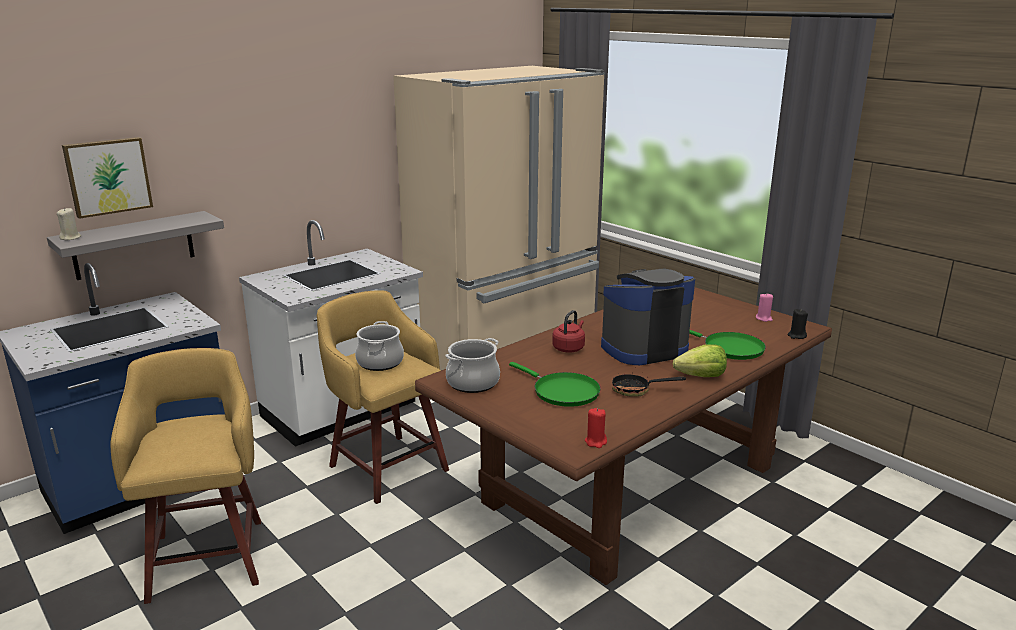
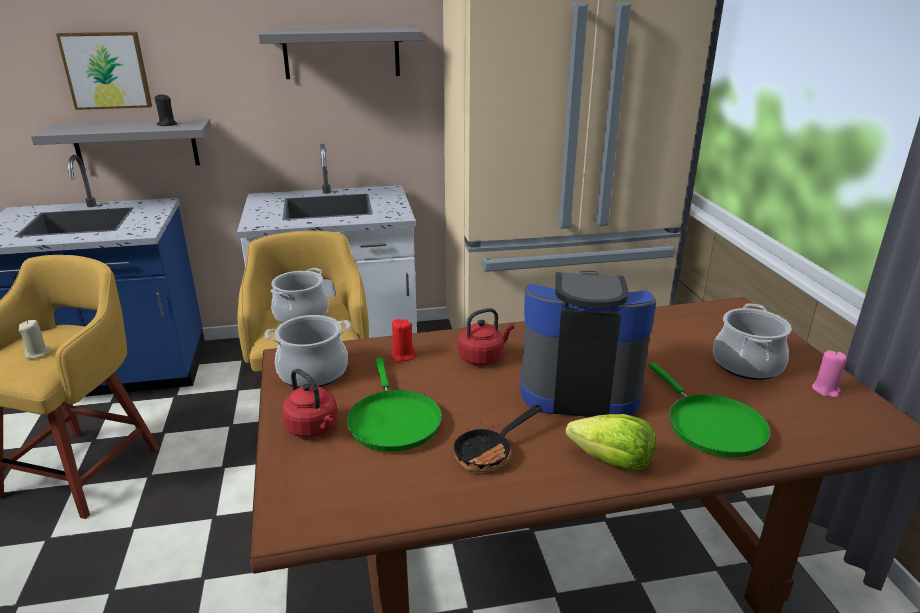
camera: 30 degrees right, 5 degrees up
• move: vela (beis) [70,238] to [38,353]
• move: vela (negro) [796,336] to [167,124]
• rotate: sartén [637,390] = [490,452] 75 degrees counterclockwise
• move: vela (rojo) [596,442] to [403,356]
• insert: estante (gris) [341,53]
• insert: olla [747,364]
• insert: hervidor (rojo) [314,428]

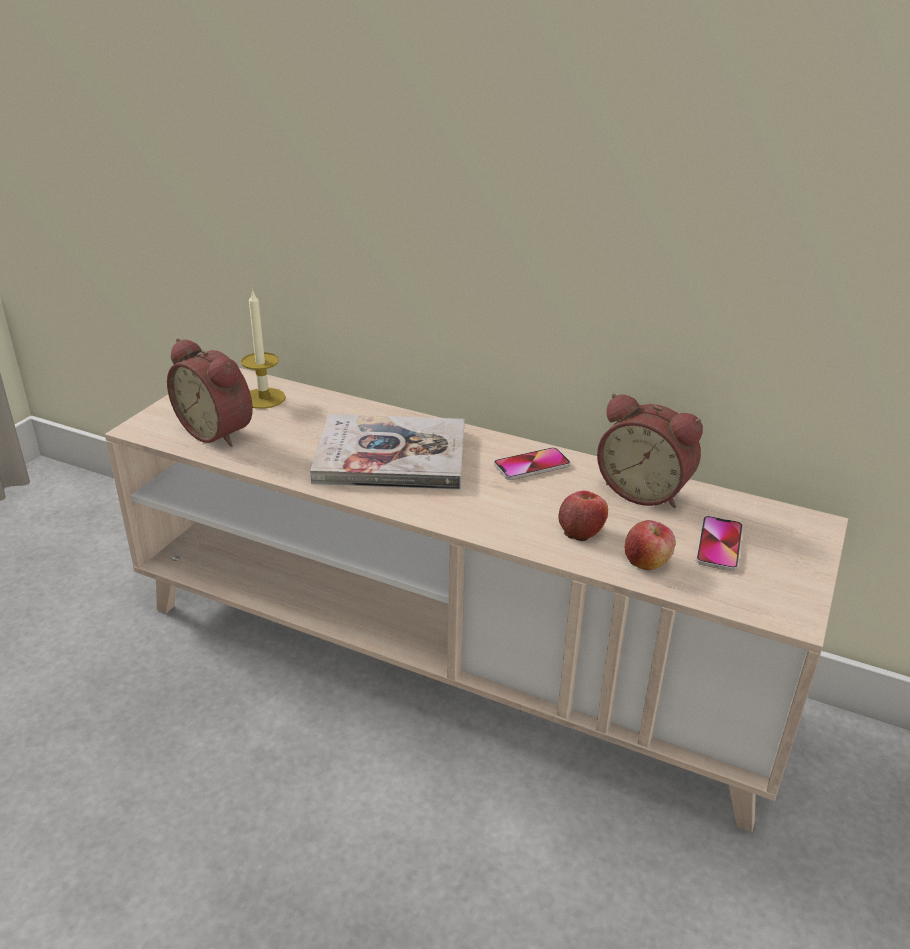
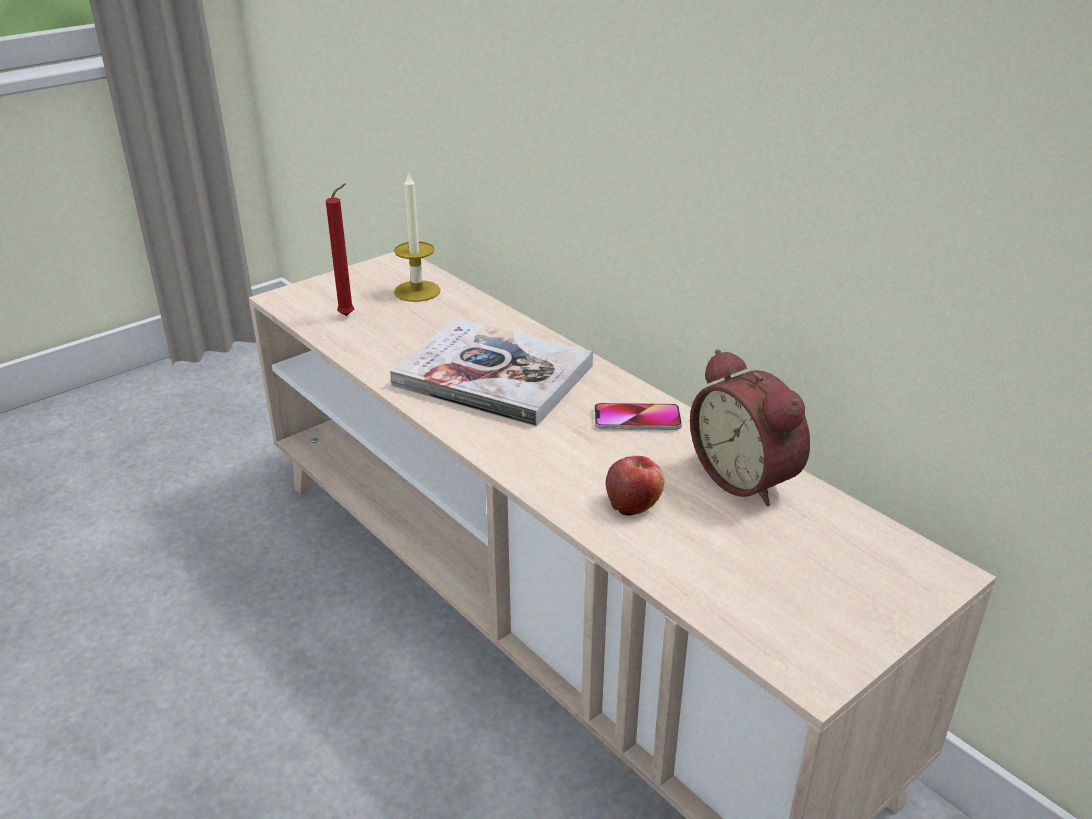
camera: 25 degrees right, 0 degrees up
• replace: despertador [219,431] to vela (rojo) [349,315]
• delete: móvil [719,545]
• delete: manzana [647,561]

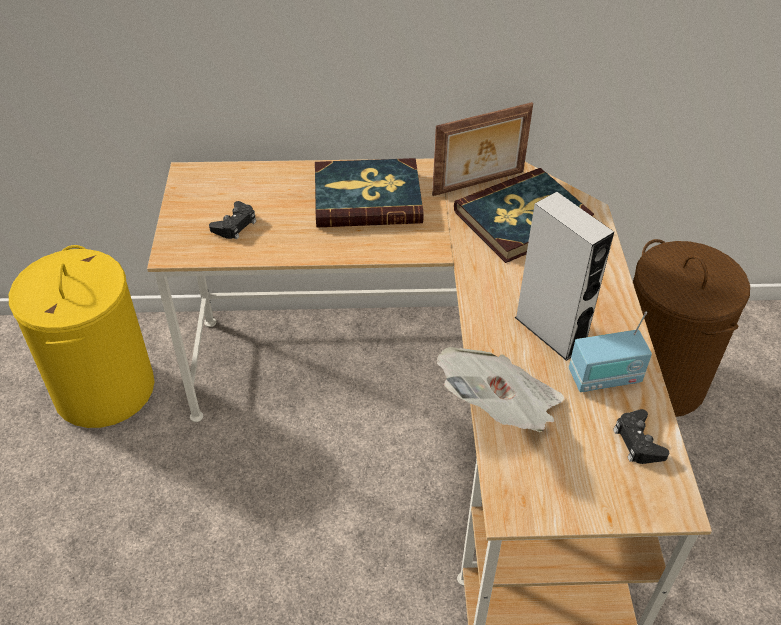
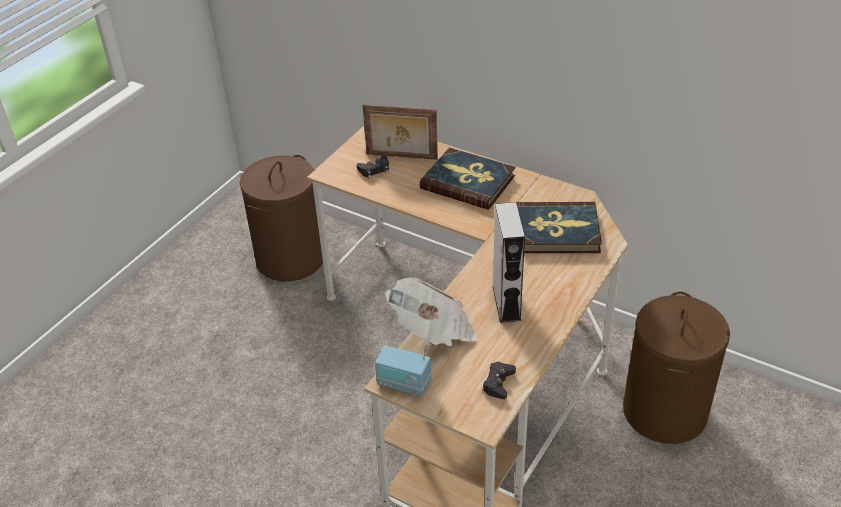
camera: 35 degrees right, 5 degrees down
• move: portarretratos [479,184] to [401,157]
• recolor: cesto de la ropa (amarillo) [104,388] to cesto de la ropa (marrón) [290,258]
• move: radio [604,378] to [404,384]

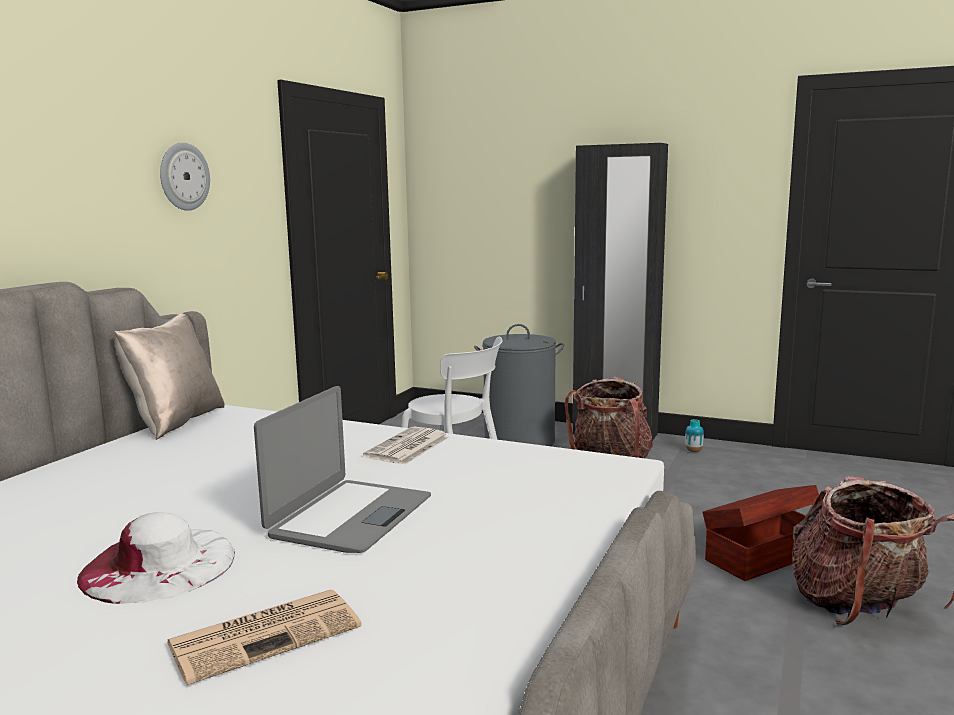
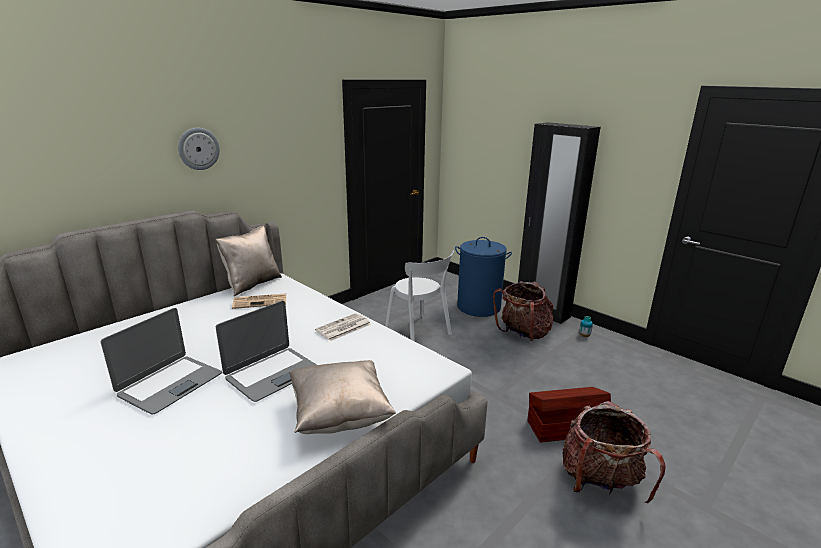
camera: 20 degrees right, 10 degrees up
• move: reloj de pared [184,176] to [198,148]
• recolor: cesto de la ropa (gris) [519,441] to cesto de la ropa (azul) [479,307]
• replace: sombrero (blanco) [158,565] to portátil [170,384]
• move: periódico [267,634] to [261,301]
• insert: cojín (beis) [340,415]

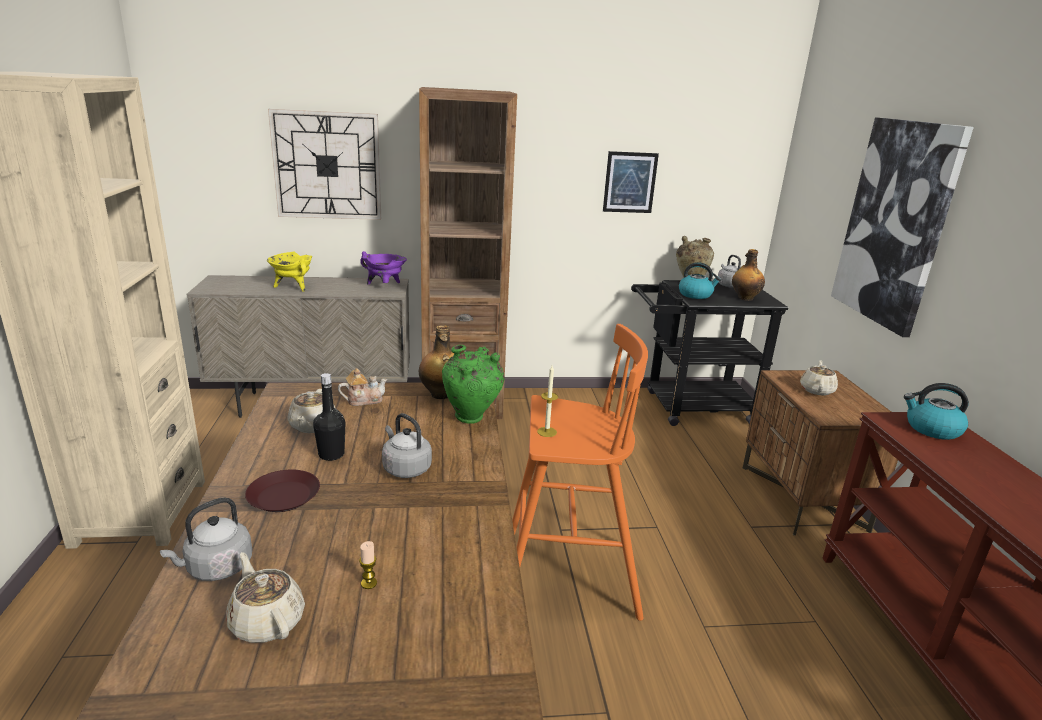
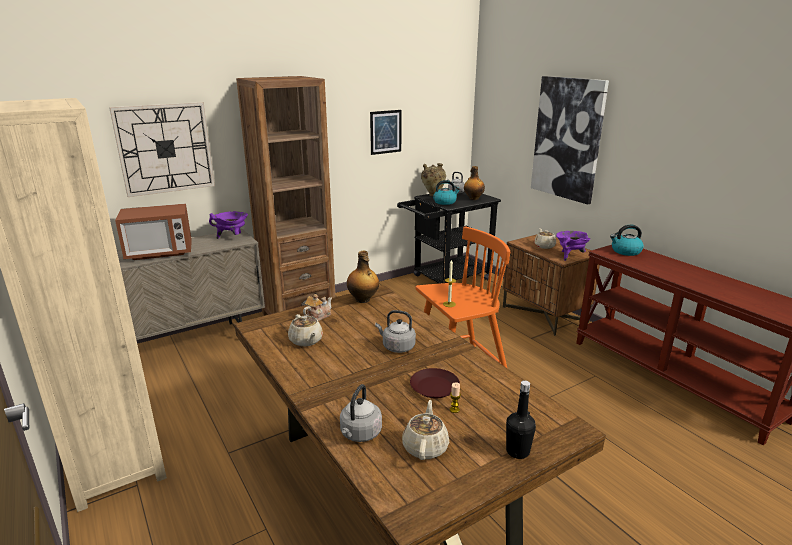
camera: 25 degrees left, 0 degrees up
• replace: olla (amarillo) [293,287] to microondas [159,253]
• delete: florero (verde) [472,419]
• move: botella (negro) [331,454] to [517,451]
• move: plato (marrón) [283,496] to [434,387]
• rotate: tetera (beis) [267,621] = [425,446] 75 degrees clockwise
• insert: olla (morado) [570,256]

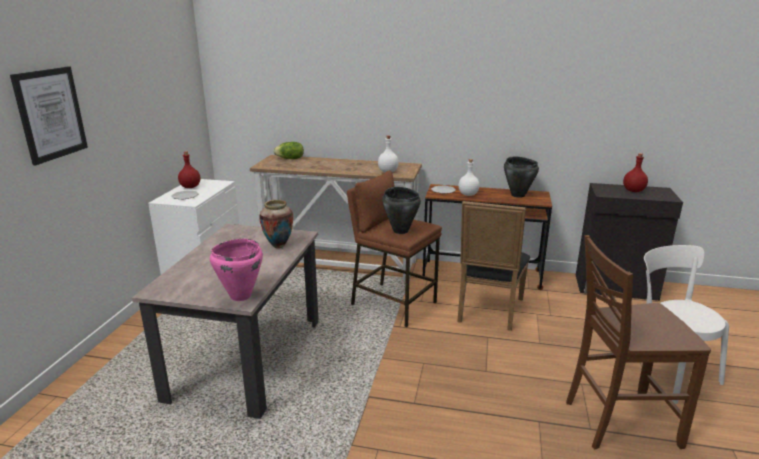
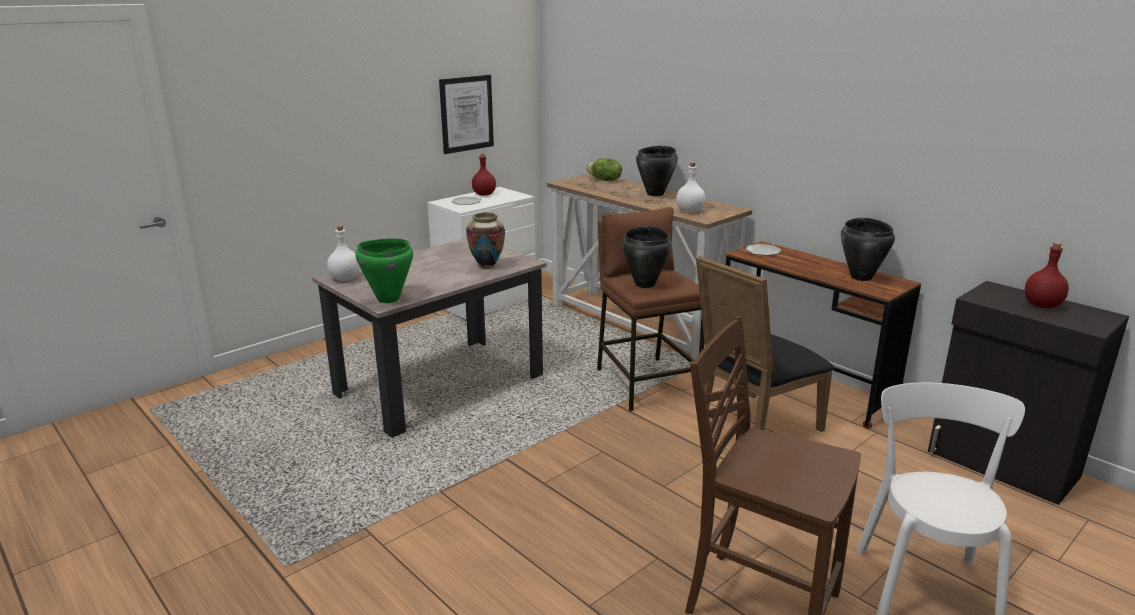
camera: 35 degrees right, 0 degrees up
• move: cuadro [50,114] to [466,113]
• move: botella (blanco) [468,194] to [346,279]
• recolor: olla (rosa) [240,296] to olla (verde) [388,299]
• insert: olla (negro) [655,194]

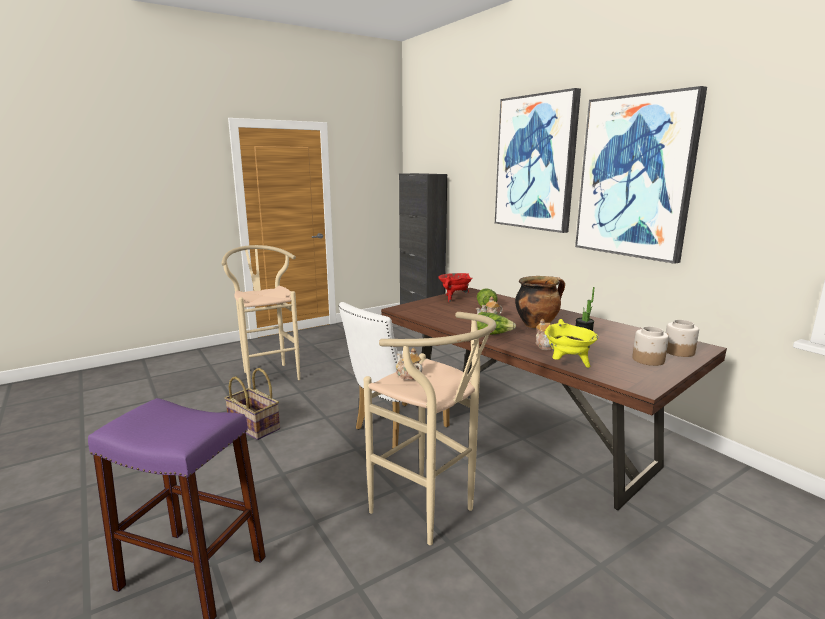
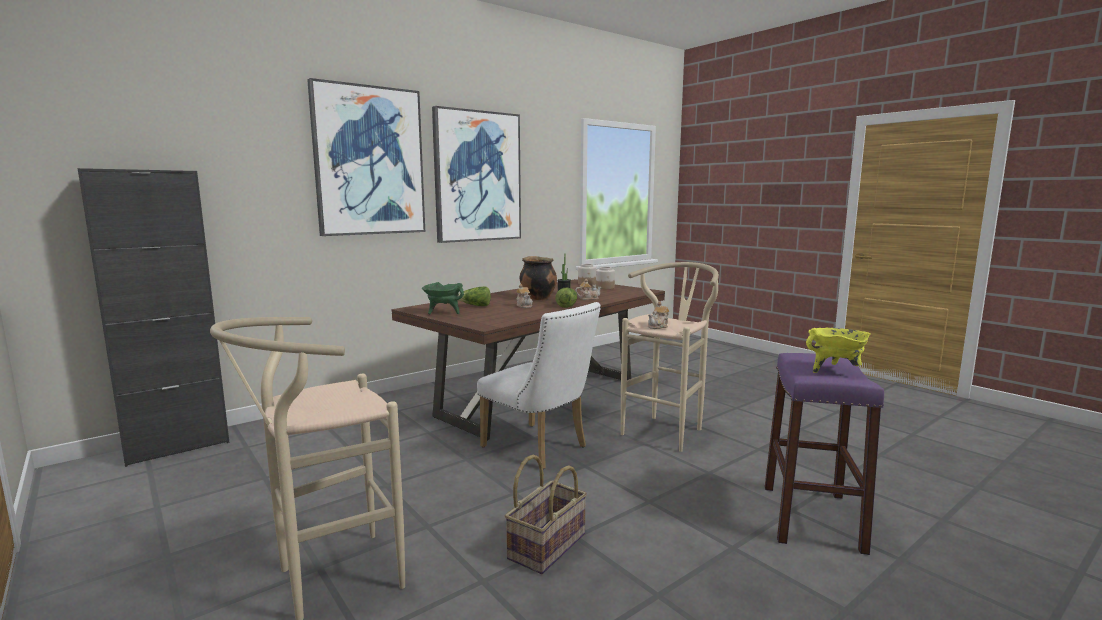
camera: 95 degrees left, 5 degrees down
• recolor: olla (rojo) [454,298] to olla (verde) [444,312]
• move: olla (amarillo) [568,364] to [835,370]

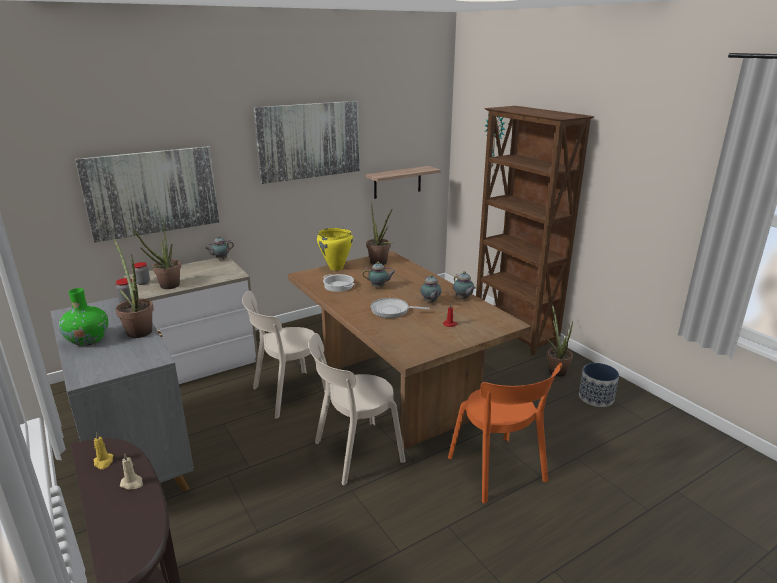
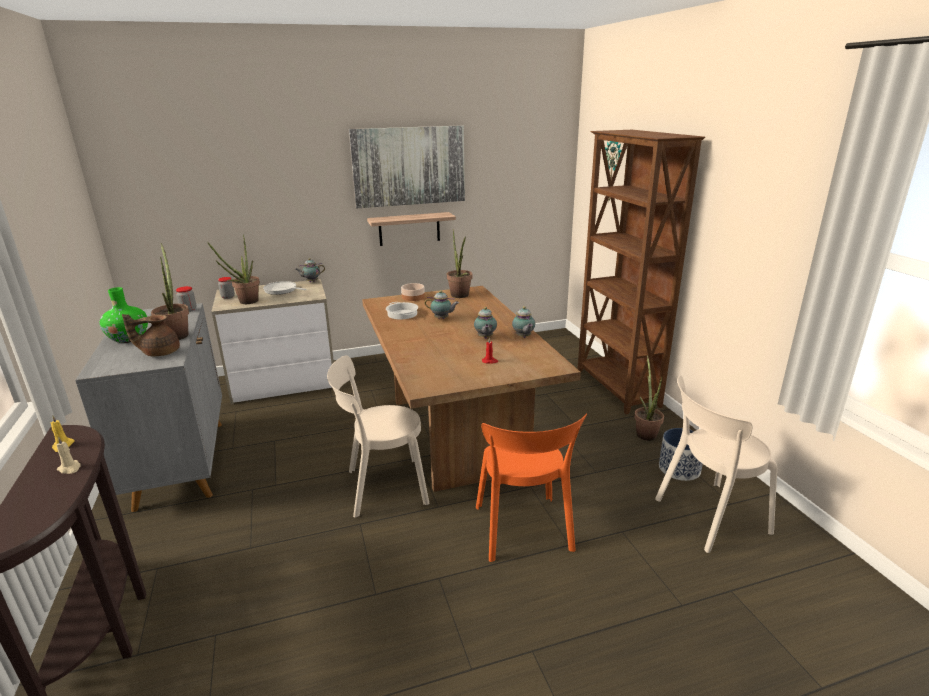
camera: 15 degrees right, 0 degrees up
• delete: cuadro [152,192]
• move: estante [397,182] to [409,229]
• replace: olla (amarillo) [336,268] to cuenco [413,297]
• move: silla (beis) [287,395] to [707,517]
• move: sartén [392,311] to [282,290]
• insert: tetera (marrón) [160,352]

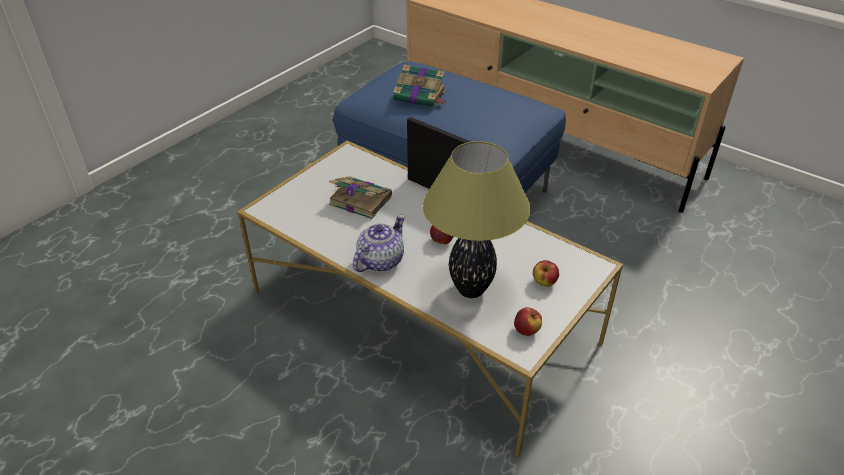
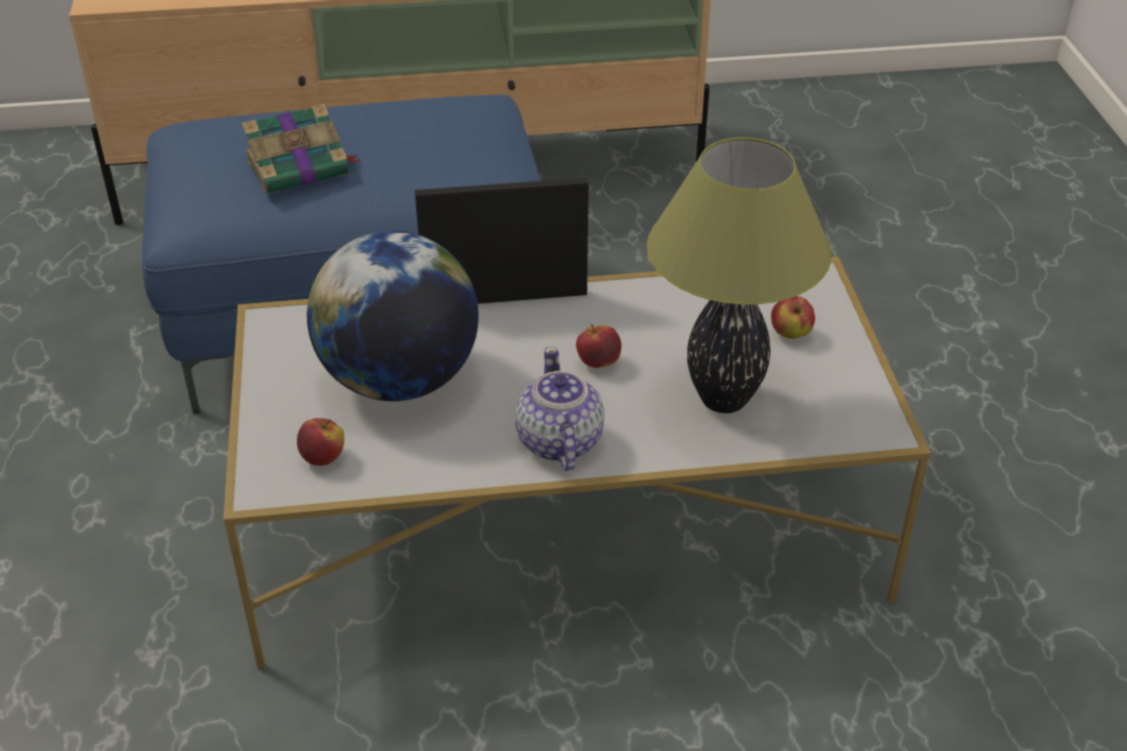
camera: 45 degrees left, 0 degrees up
• replace: libro [359,200] to globo terráqueo [399,380]
• move: manzana [527,331] to [323,458]

